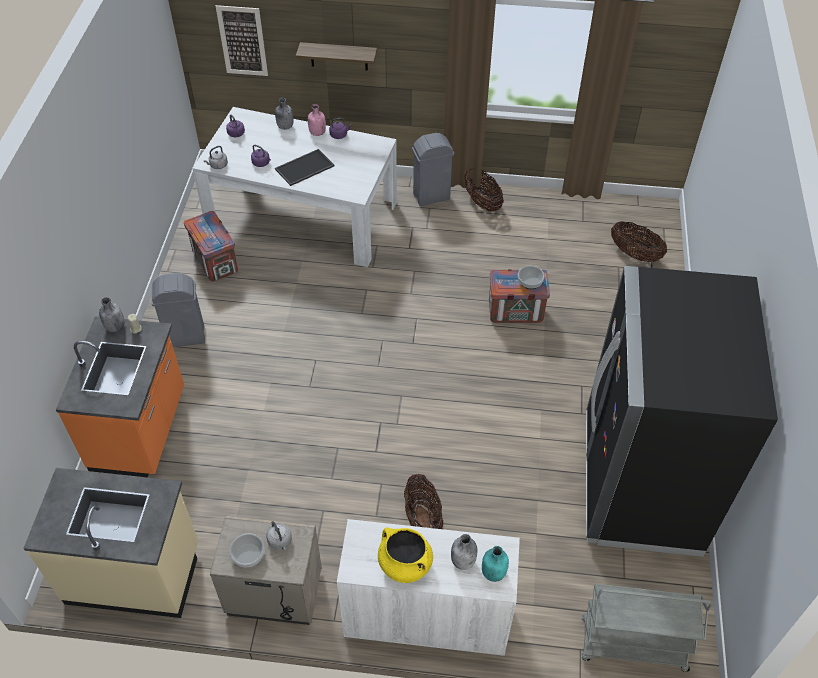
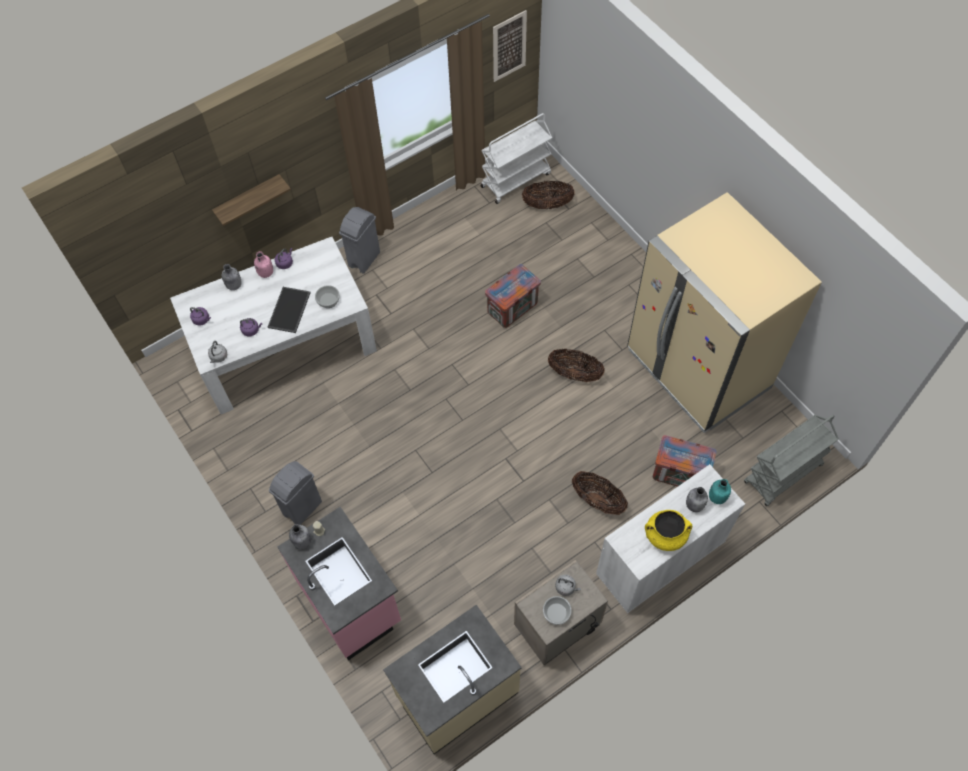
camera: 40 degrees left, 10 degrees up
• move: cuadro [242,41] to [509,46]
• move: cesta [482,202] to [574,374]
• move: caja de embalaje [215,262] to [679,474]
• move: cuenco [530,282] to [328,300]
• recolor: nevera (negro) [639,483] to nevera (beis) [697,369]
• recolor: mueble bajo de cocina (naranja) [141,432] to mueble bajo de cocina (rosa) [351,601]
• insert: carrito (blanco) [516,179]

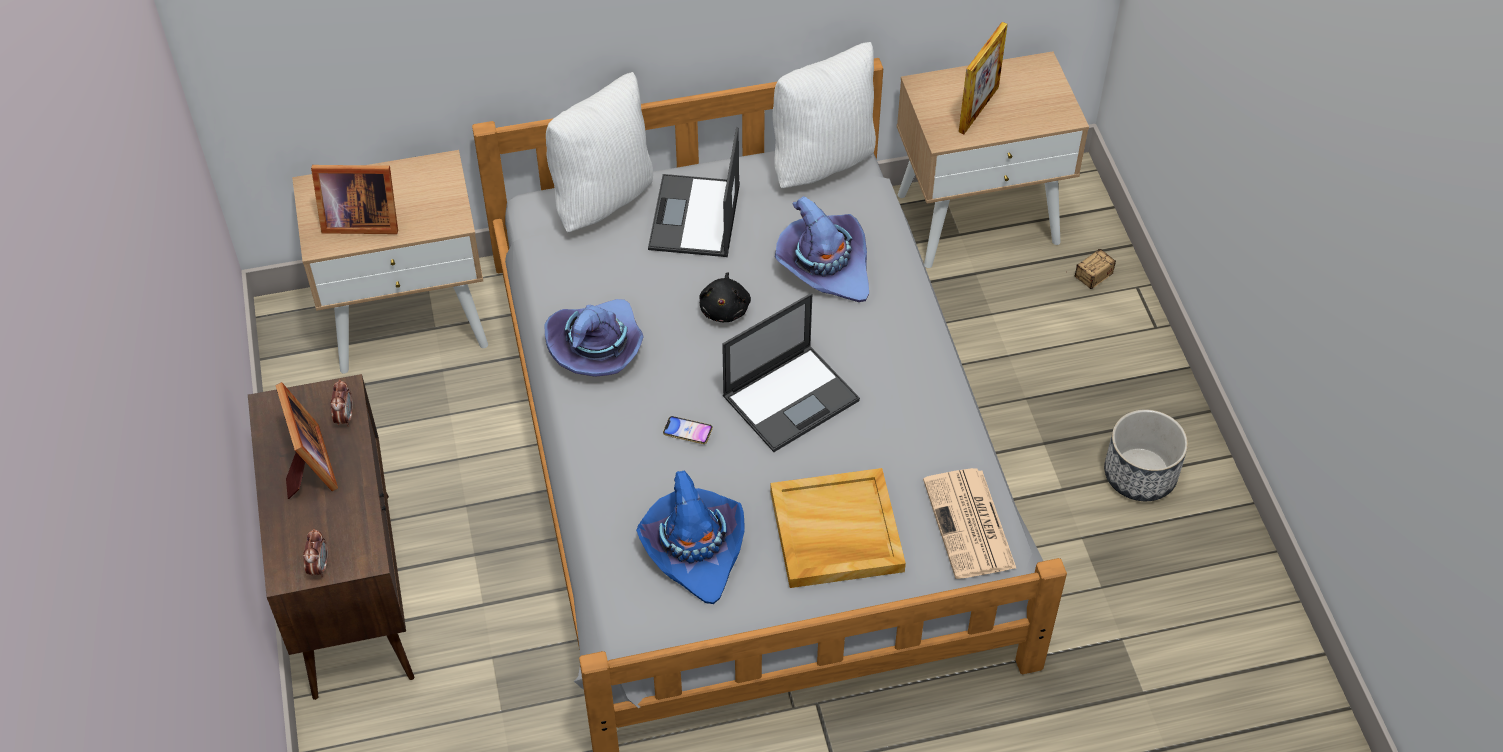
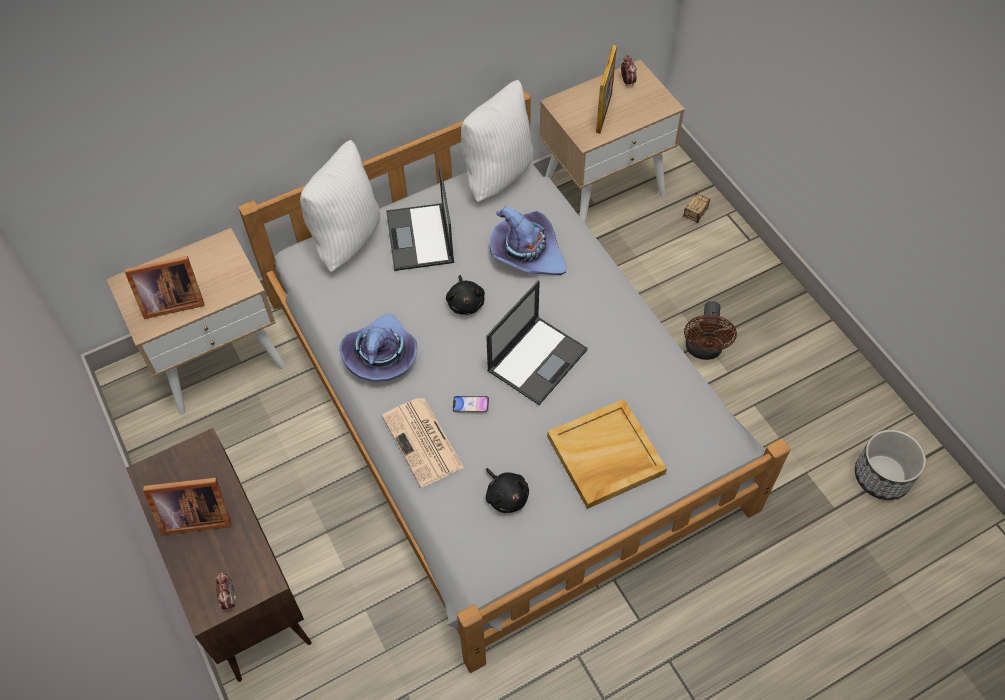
camera: 15 degrees left, 5 degrees up
• move: despertador [344,417] to [627,81]
• rotate: portarretratos [308,466] = [194,515] 120 degrees clockwise
• move: maceta [1140,475] to [882,476]
• move: periódico [970,525] to [423,443]
• replace: sombrero (azul) [694,548] to peluche (negro) [506,495]
• insert: ventilador (marrón) [703,350]

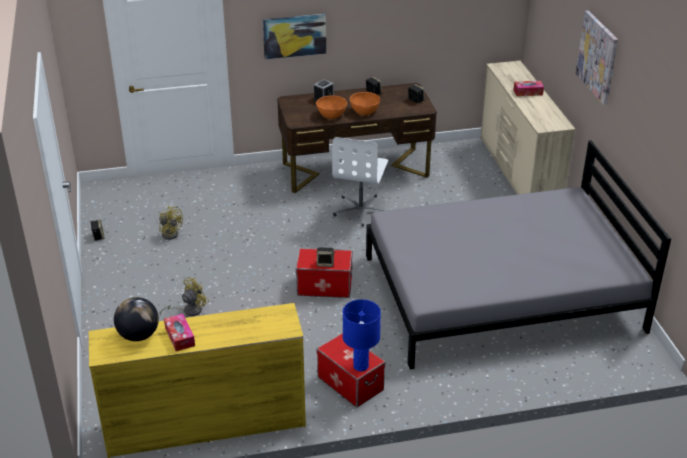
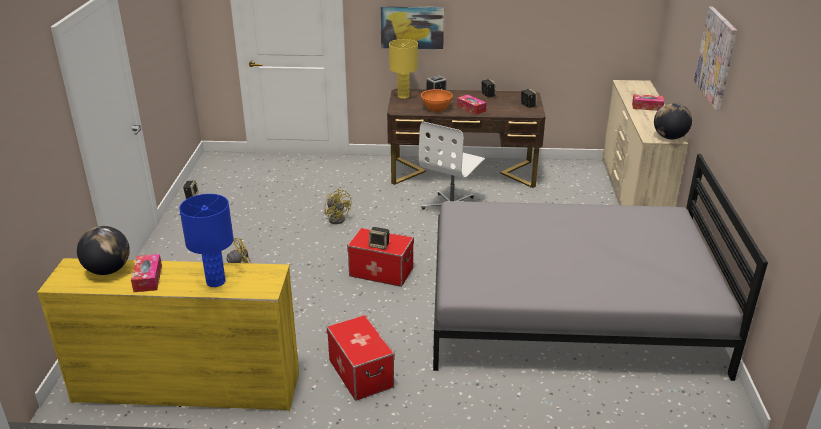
camera: 15 degrees right, 5 degrees down
• replace: cuenco (naranja) [364,111] to caja de pañuelos [471,108]
• move: ventilador (amarillo) [170,233] to [337,218]
• move: lámpara de mesa (azul) [361,366] to [216,281]
• insert: lámpara de mesa (amarillo) [403,96]
• insert: globo terráqueo [669,137]

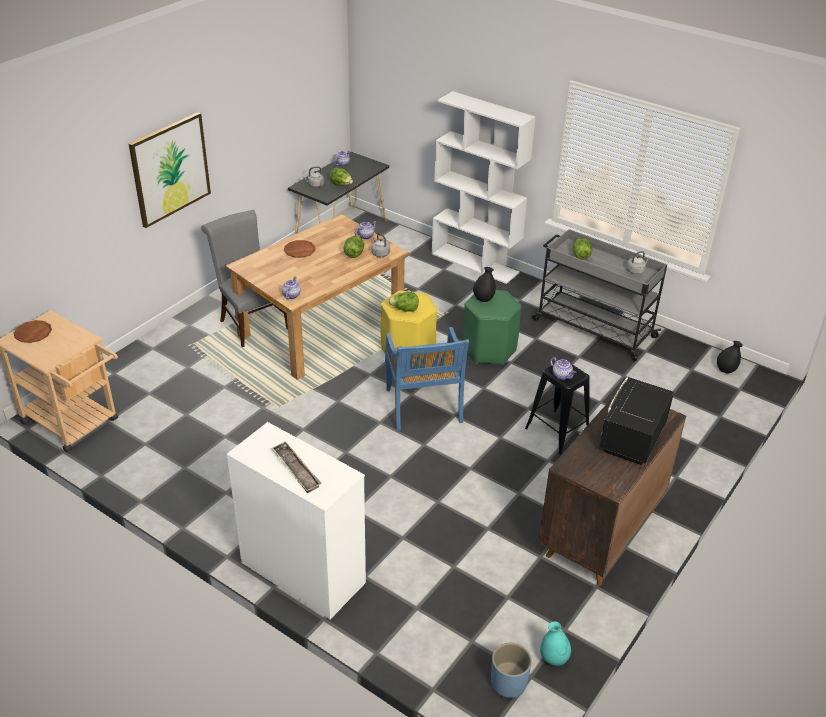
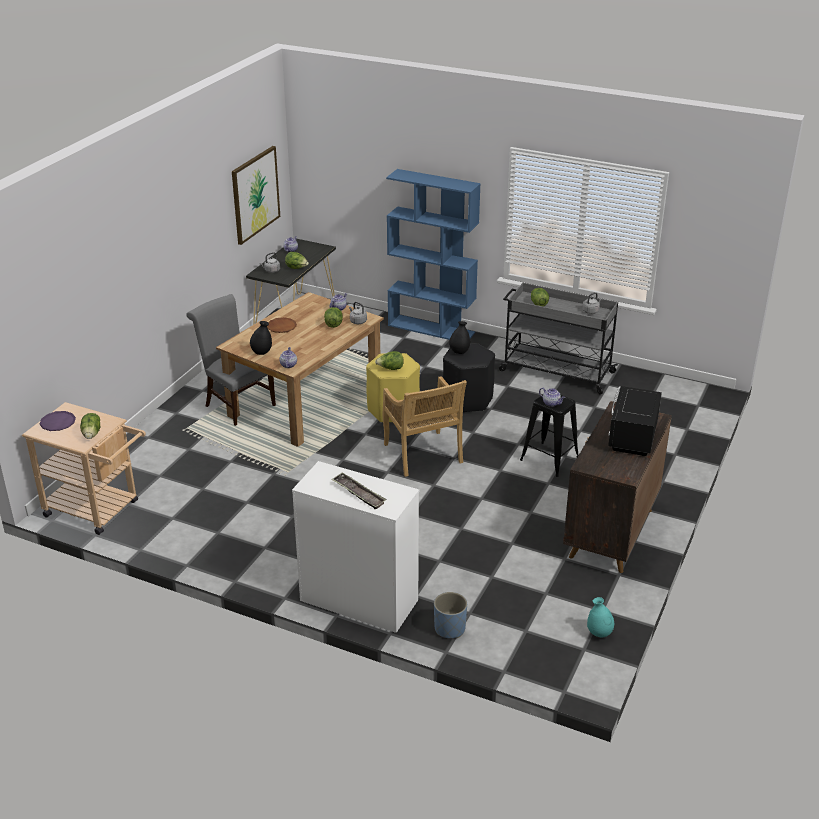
camera: 10 degrees left, 5 degrees down
• recolor: estantería (blanco) [475,263] to estantería (azul) [432,329]
• move: cuadro [170,169] to [255,194]
• recolor: taburete (verde) [489,349] to taburete (negro) [467,400]
• recolor: plato (marrón) [33,334] to plato (morado) [58,423]
• recolor: silla (azul) [423,407] to silla (beis) [423,454]
• move: florero (negro) [726,370] to [261,352]
• move: maceta (azul) [508,683] to [450,628]
• insert: lechuga [92,434]

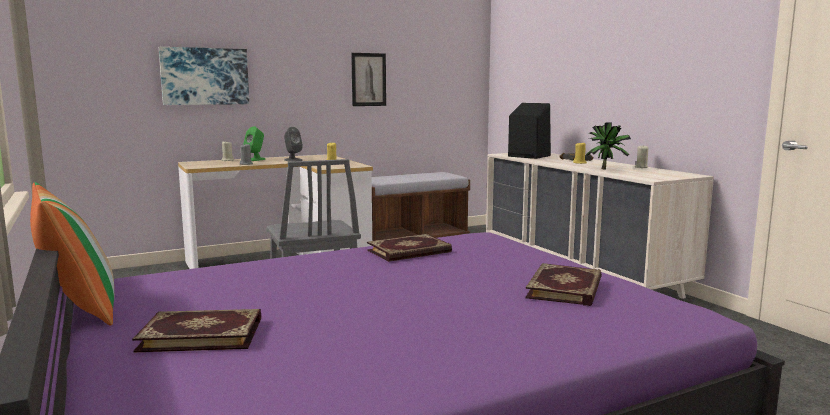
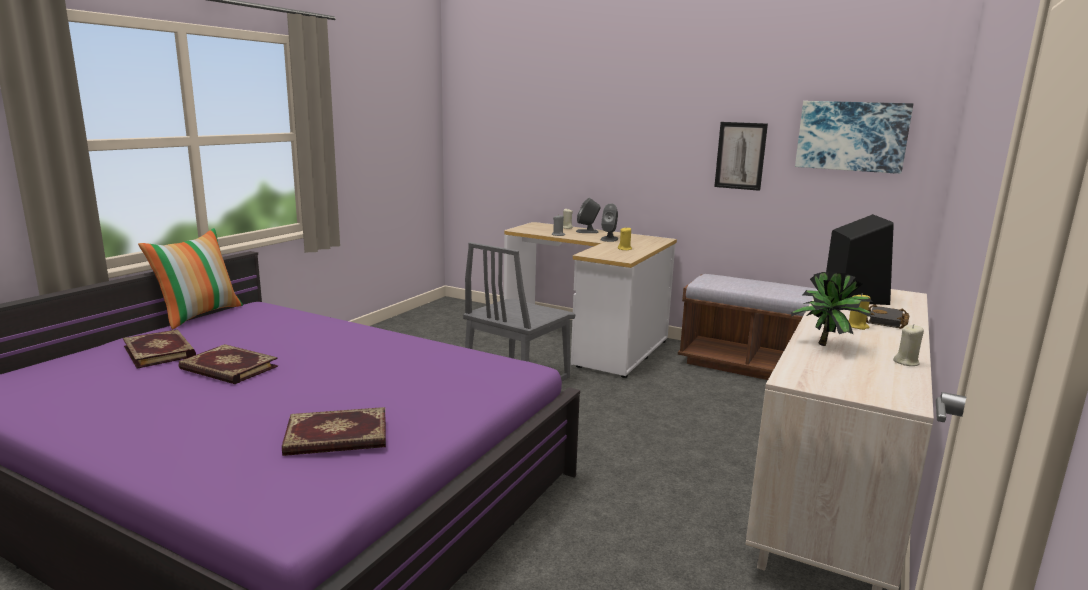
camera: 55 degrees right, 5 degrees up
• move: cuadro [205,76] to [851,136]
• recolor: altavoz (verde) [255,159] to altavoz (gris) [587,231]
• move: libro [409,251] to [228,368]

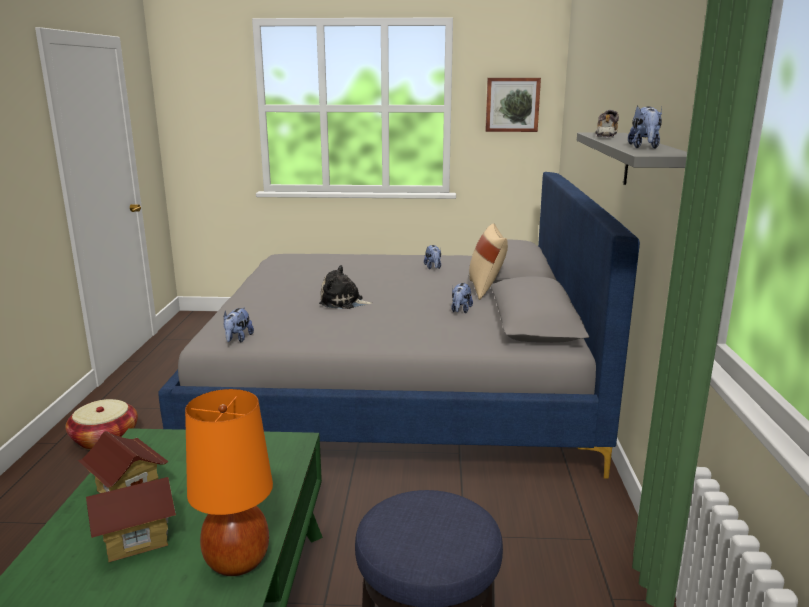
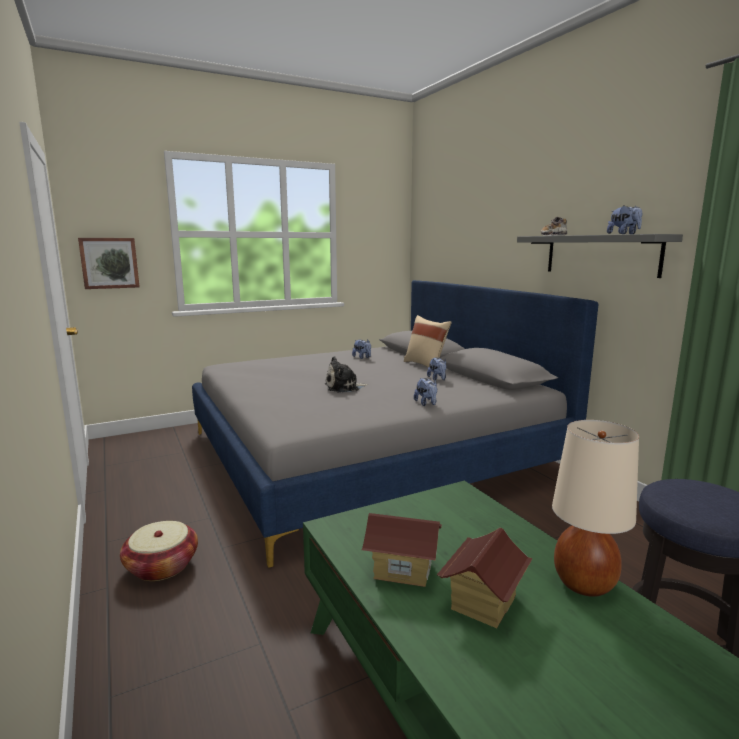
camera: 30 degrees left, 5 degrees down
• move: cuadro [512,104] to [109,263]
• move: peluche [237,339] to [426,404]
• recolor: lámpara de mesa (naranja) [236,562] to lámpara de mesa (beis) [584,584]

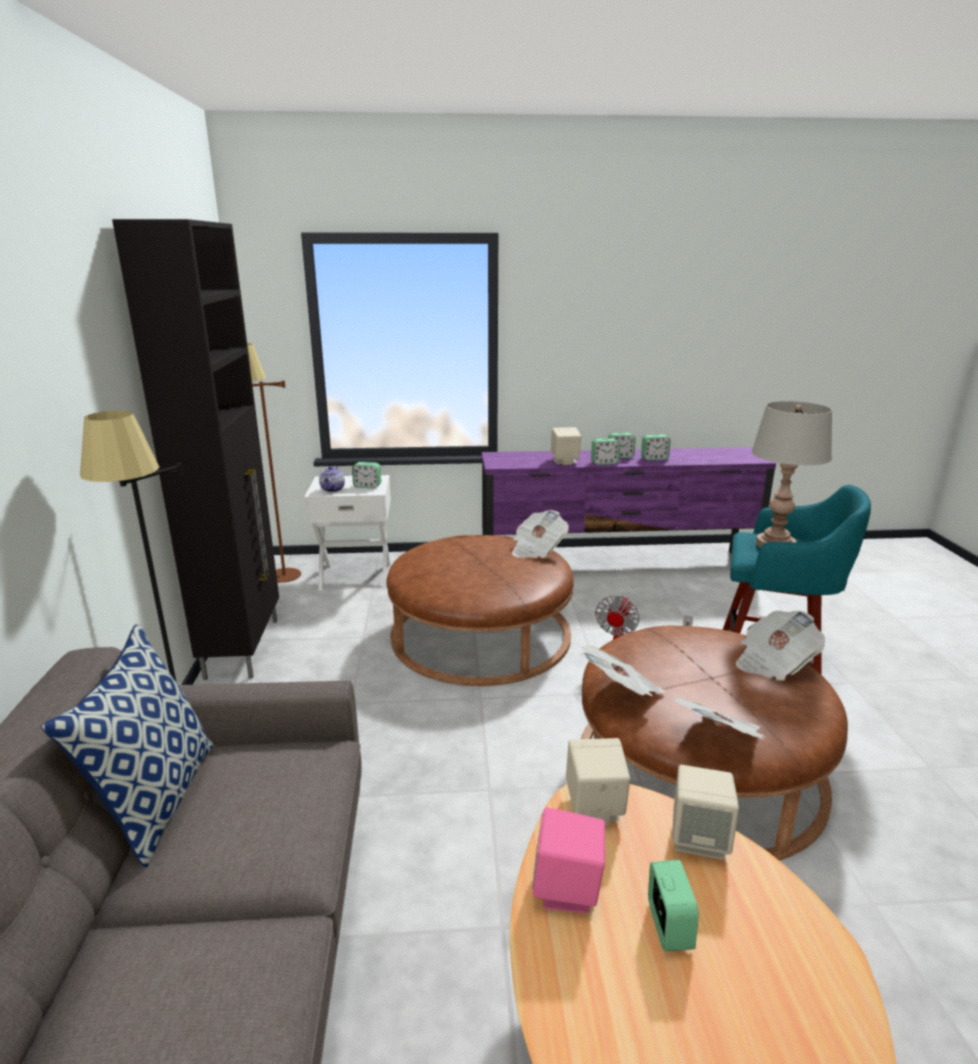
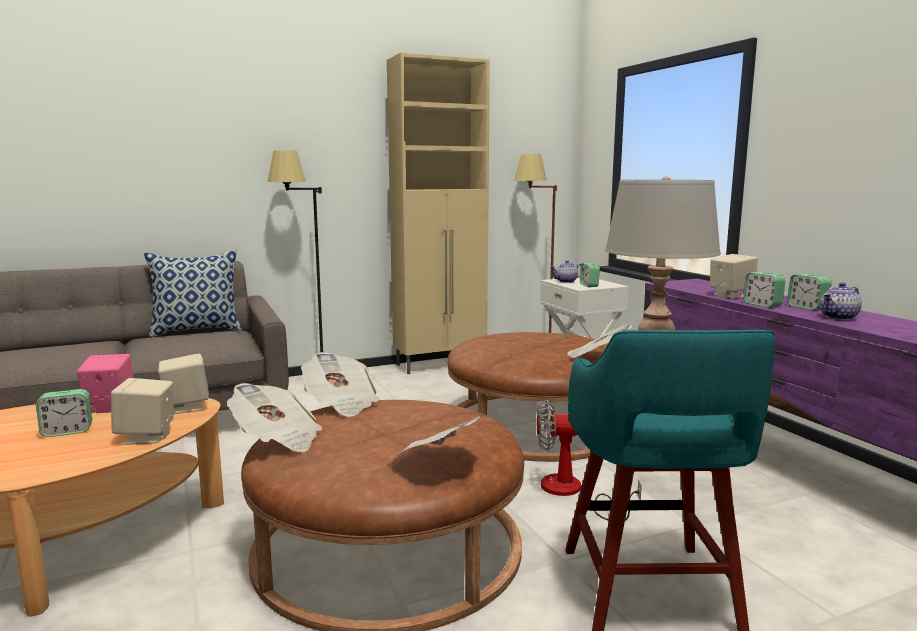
camera: 70 degrees right, 10 degrees down
• recolor: armario (negro) [244,647] to armario (beis) [441,364]
• replace: despertador [654,458] to tetera [839,317]

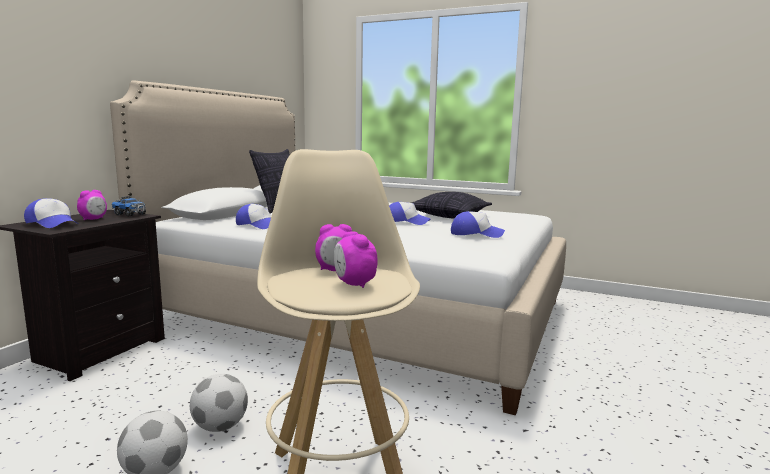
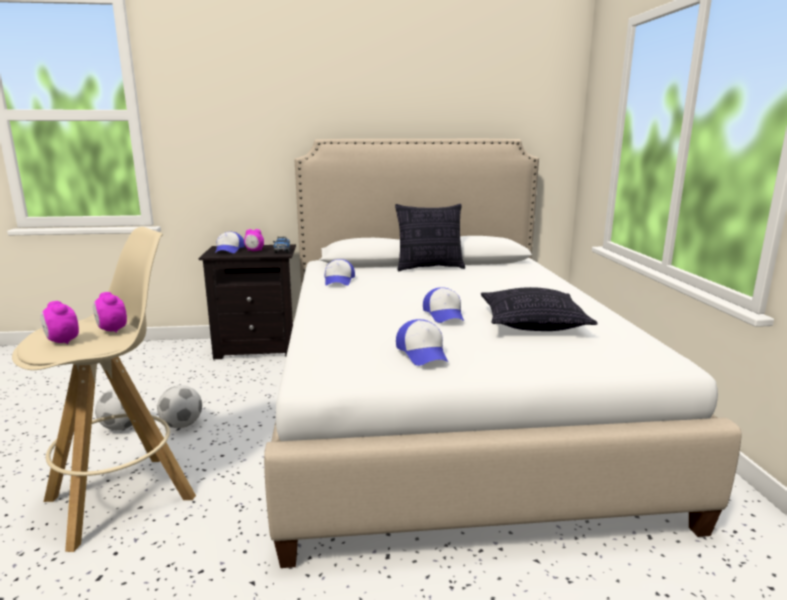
camera: 60 degrees right, 5 degrees up
• rotate: despertador [354,284] = [62,341] 75 degrees counterclockwise

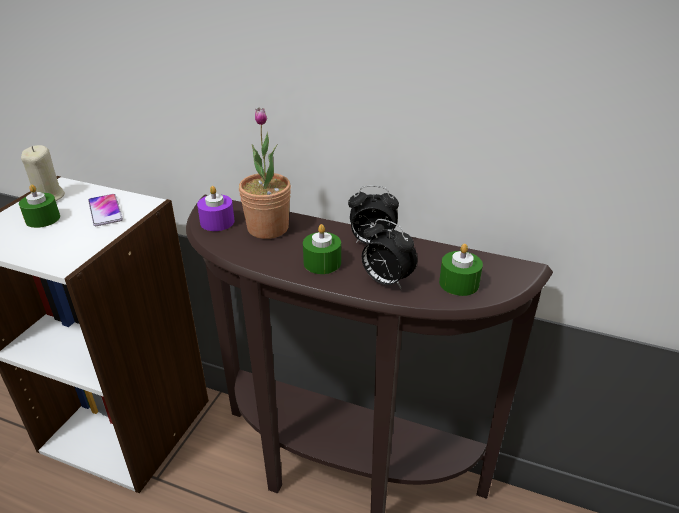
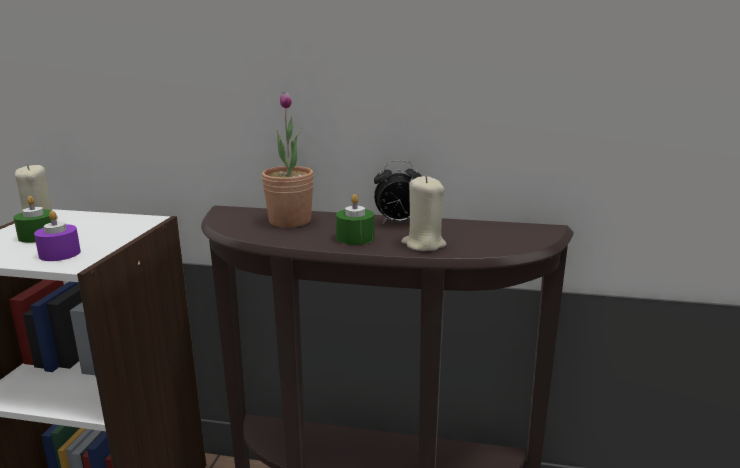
camera: 10 degrees left, 15 degrees down
• move: vela (morado) [217,222] to [60,254]
• delete: móvil [105,211]
• replace: despertador [386,281] to vela (beis) [423,244]
• delete: vela (verde) [459,283]

